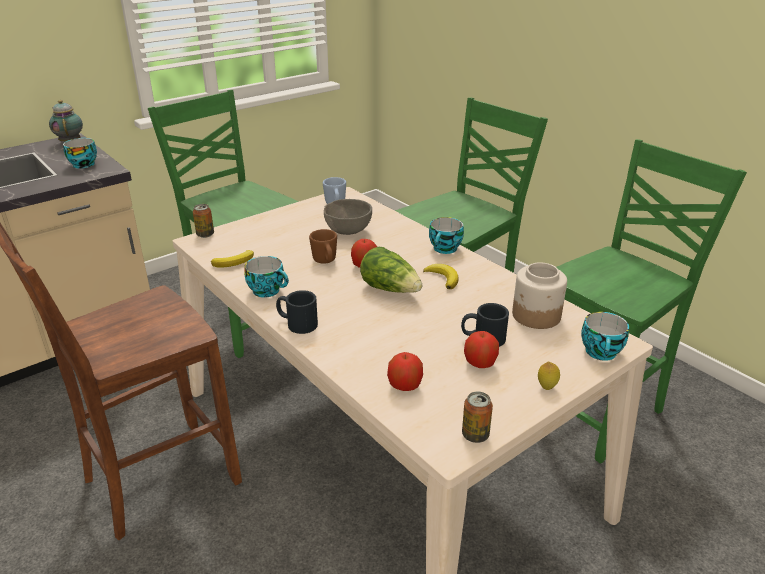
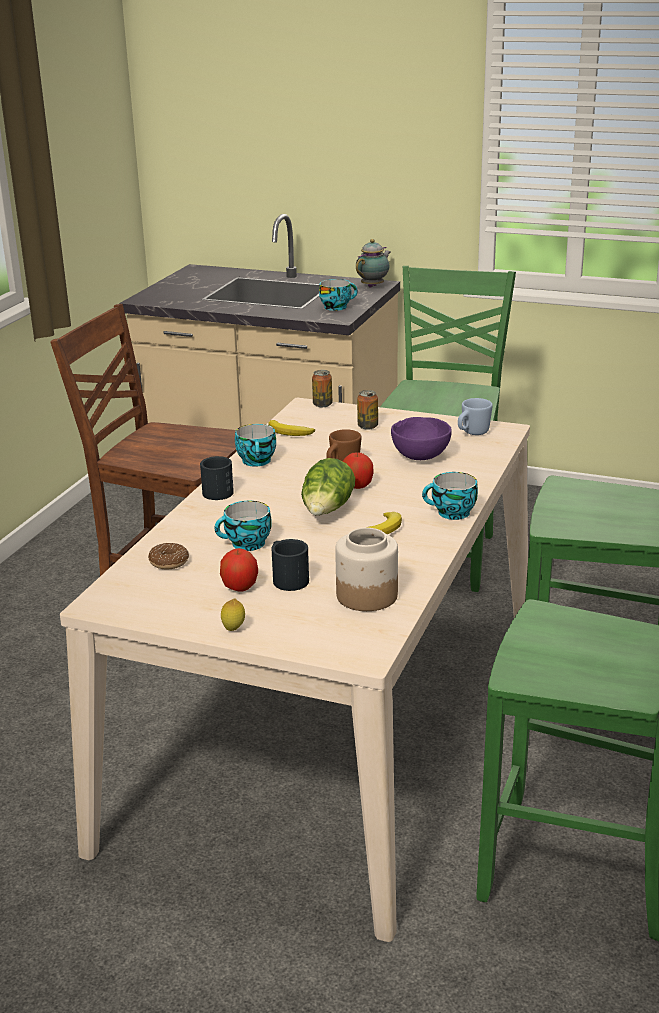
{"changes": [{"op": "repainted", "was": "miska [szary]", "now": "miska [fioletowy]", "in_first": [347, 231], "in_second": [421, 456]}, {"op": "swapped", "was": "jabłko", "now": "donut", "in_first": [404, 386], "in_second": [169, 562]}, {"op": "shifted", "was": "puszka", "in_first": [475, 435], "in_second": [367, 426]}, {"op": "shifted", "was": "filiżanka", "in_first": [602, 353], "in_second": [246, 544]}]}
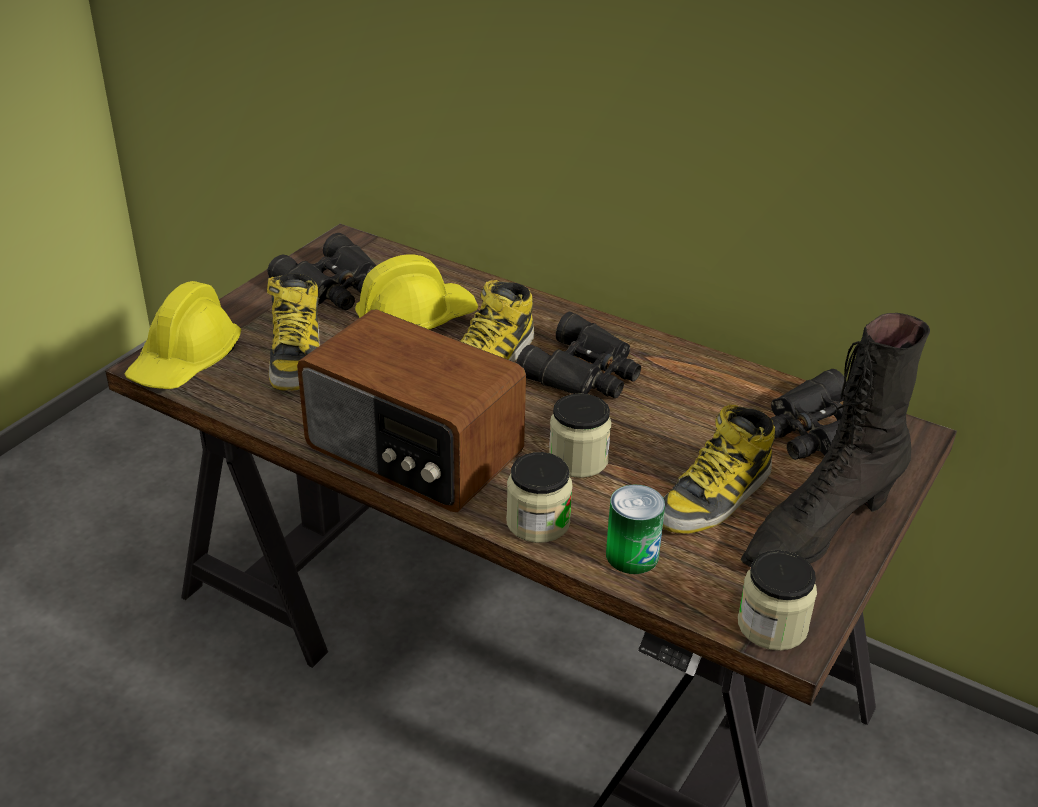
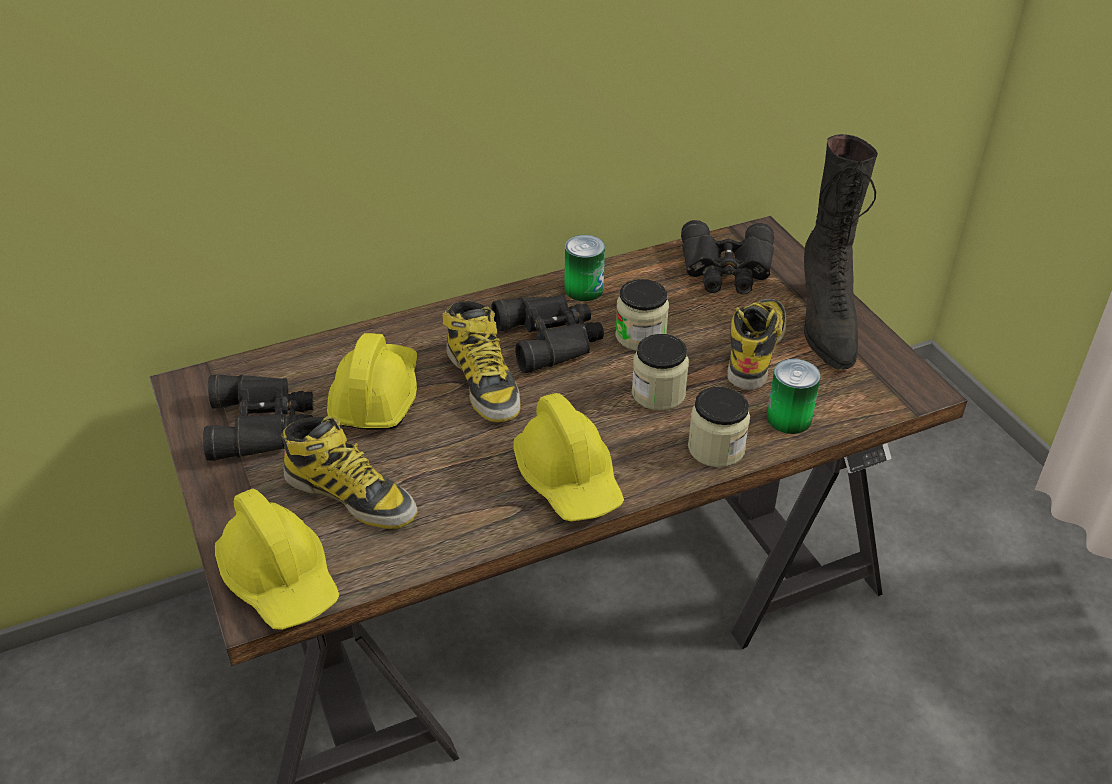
{"changes": [{"op": "swapped", "was": "radio", "now": "kask [żółty]", "in_first": [413, 452], "in_second": [569, 479]}, {"op": "rotated", "was": "but z cholewką", "in_first": [714, 497], "in_second": [755, 349], "clockwise": -150}, {"op": "shifted", "was": "słoik", "in_first": [772, 626], "in_second": [640, 336]}, {"op": "new", "now": "puszka", "in_second": [584, 289]}]}
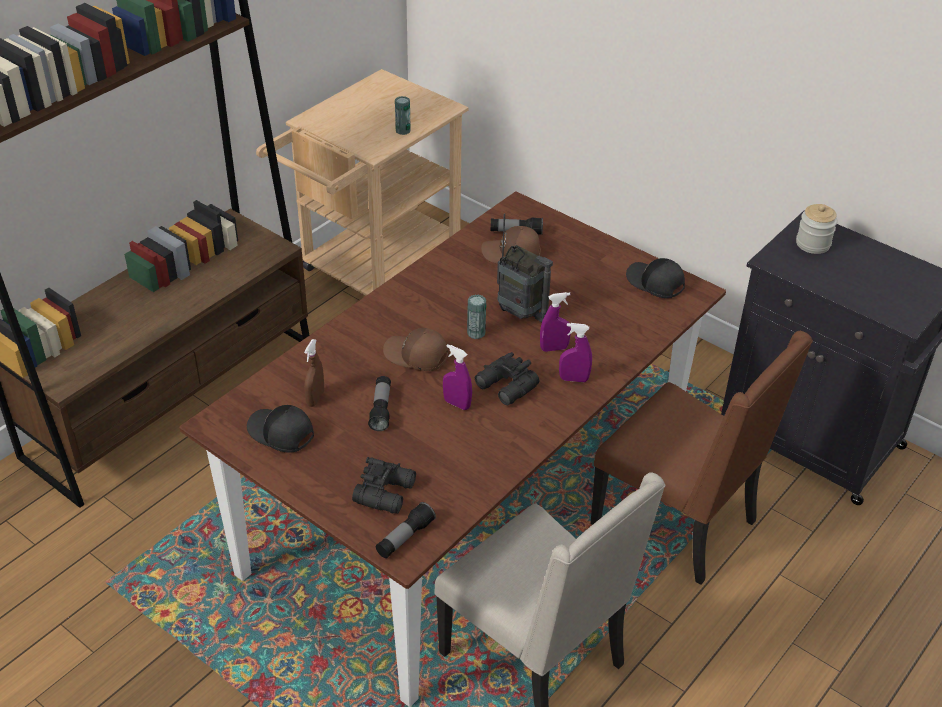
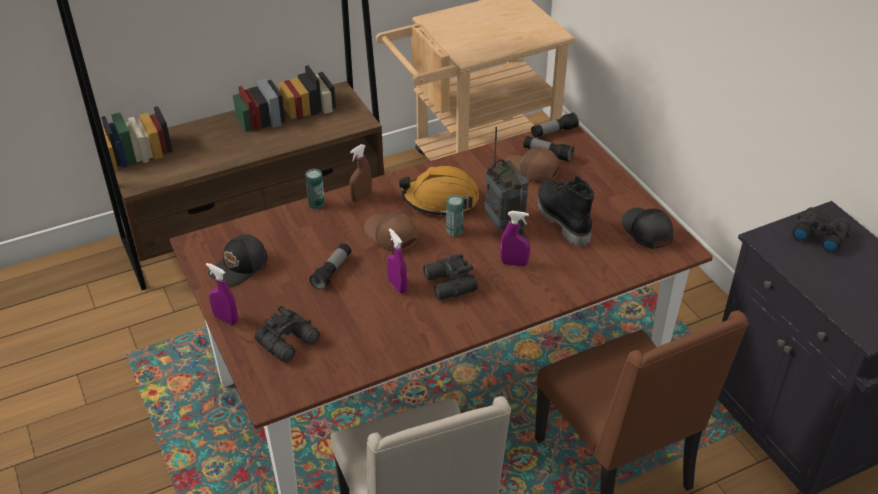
{"changes": [{"op": "rotated", "was": "czapka z daszkiem [czarny]", "in_first": [280, 434], "in_second": [240, 267], "clockwise": -105}, {"op": "shifted", "was": "spryskiwacz [brązowy]", "in_first": [315, 398], "in_second": [361, 197]}, {"op": "shifted", "was": "latarka", "in_first": [405, 538], "in_second": [553, 132]}, {"op": "shifted", "was": "puszka", "in_first": [403, 130], "in_second": [316, 204]}, {"op": "shifted", "was": "spryskiwacz [fioletowy]", "in_first": [574, 379], "in_second": [226, 319]}, {"op": "swapped", "was": "słoik", "now": "lornetka [czarny]", "in_first": [813, 244], "in_second": [818, 234]}, {"op": "new", "now": "kask [pomarańczowy]", "in_second": [440, 200]}, {"op": "new", "now": "but z cholewką [czarny]", "in_second": [561, 219]}]}
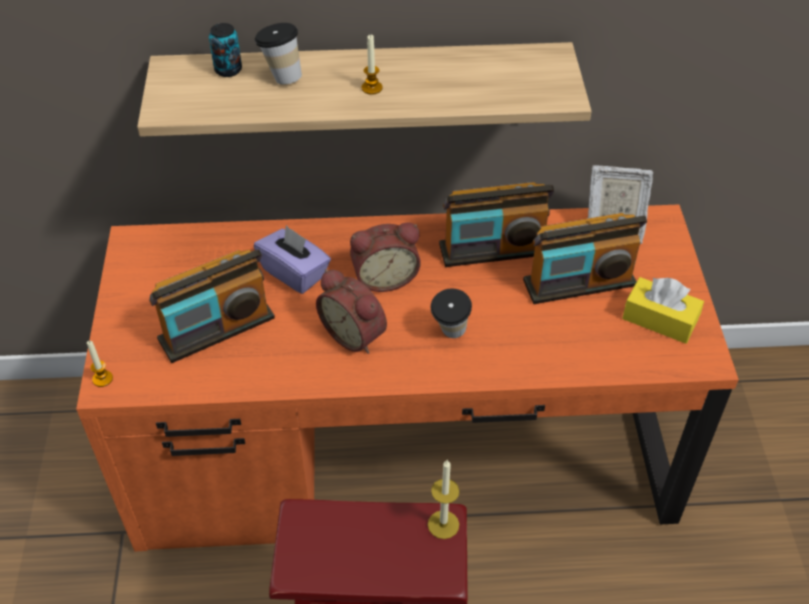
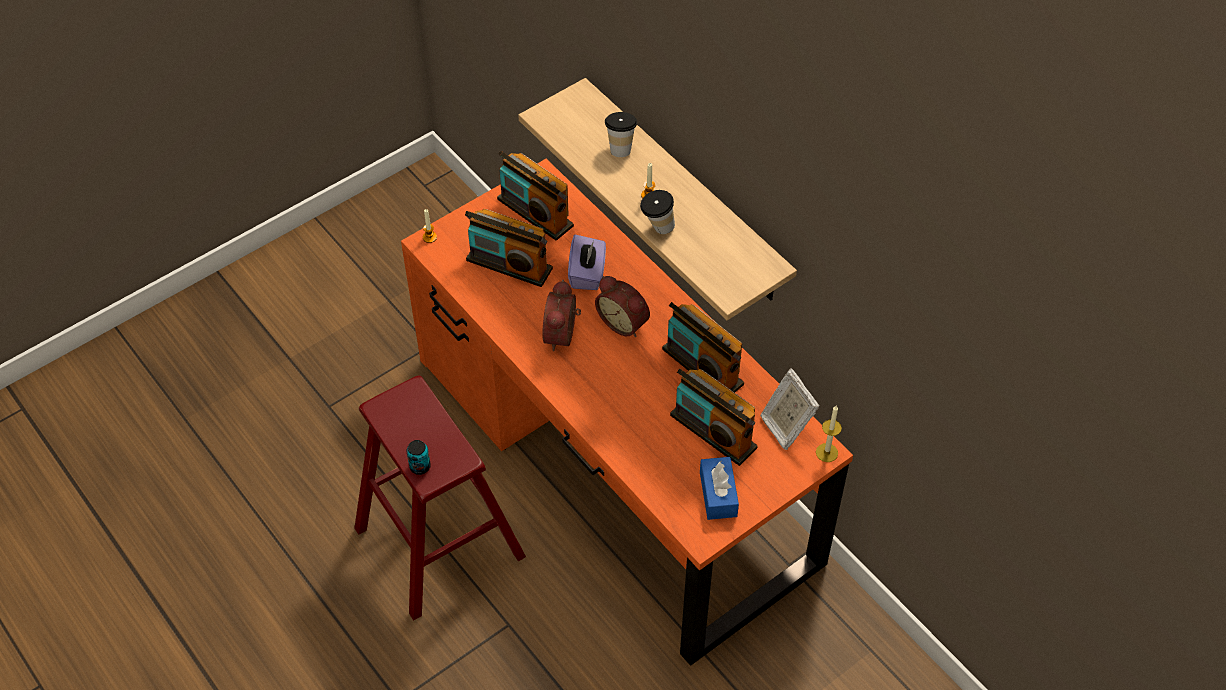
{"changes": [{"op": "shifted", "was": "puszka", "in_first": [228, 70], "in_second": [420, 466]}, {"op": "shifted", "was": "świeca", "in_first": [443, 524], "in_second": [826, 452]}, {"op": "shifted", "was": "filiżanka", "in_first": [450, 335], "in_second": [657, 228]}, {"op": "repainted", "was": "pudełko chusteczek [żółty]", "now": "pudełko chusteczek [niebieski]", "in_first": [659, 319], "in_second": [718, 494]}, {"op": "new", "now": "radio", "in_second": [535, 213]}]}
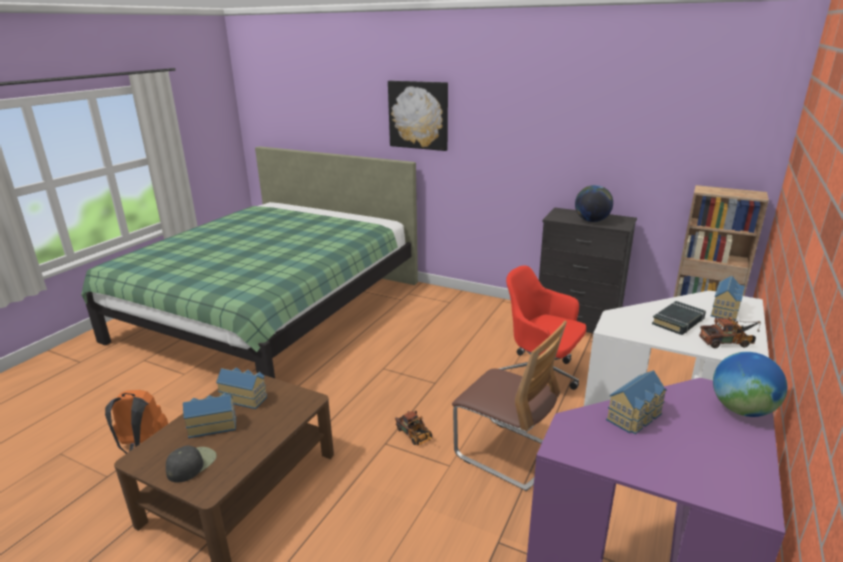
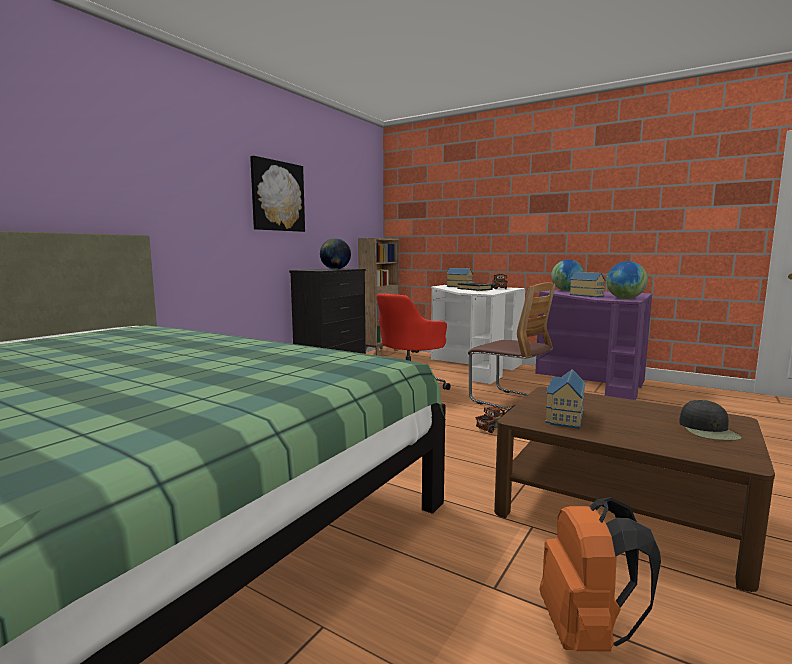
{"changes": [{"op": "rotated", "was": "czapka z daszkiem [czarny]", "in_first": [191, 464], "in_second": [708, 430], "clockwise": -120}, {"op": "gone", "was": "domek", "in_first": [212, 425]}, {"op": "shifted", "was": "obraz", "in_first": [418, 115], "in_second": [277, 196]}, {"op": "rotated", "was": "krzesło", "in_first": [506, 453], "in_second": [511, 401], "clockwise": 90}, {"op": "new", "now": "globus", "in_second": [624, 298]}]}
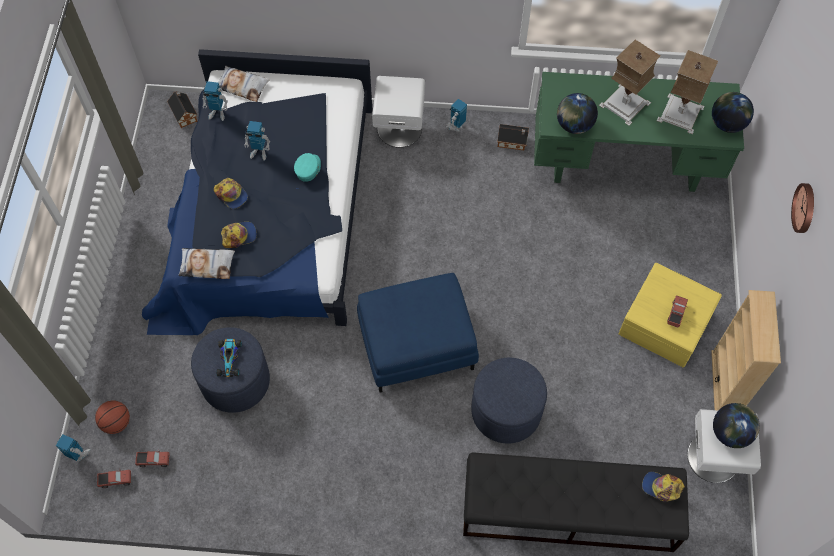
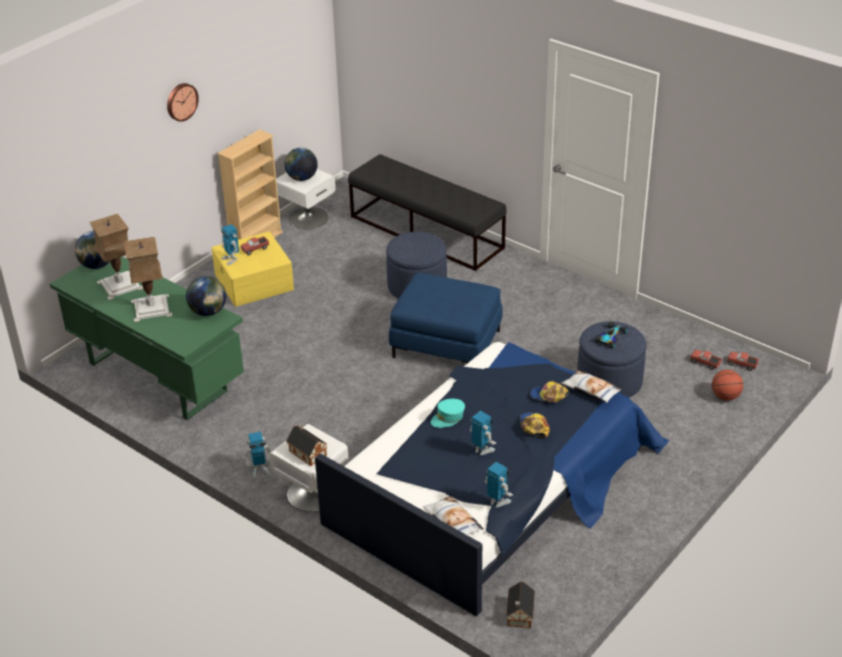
{"changes": [{"op": "shifted", "was": "robot zabawkowy", "in_first": [79, 454], "in_second": [231, 259]}, {"op": "shifted", "was": "domek", "in_first": [513, 141], "in_second": [307, 452]}, {"op": "gone", "was": "czapka z daszkiem", "in_first": [661, 487]}]}
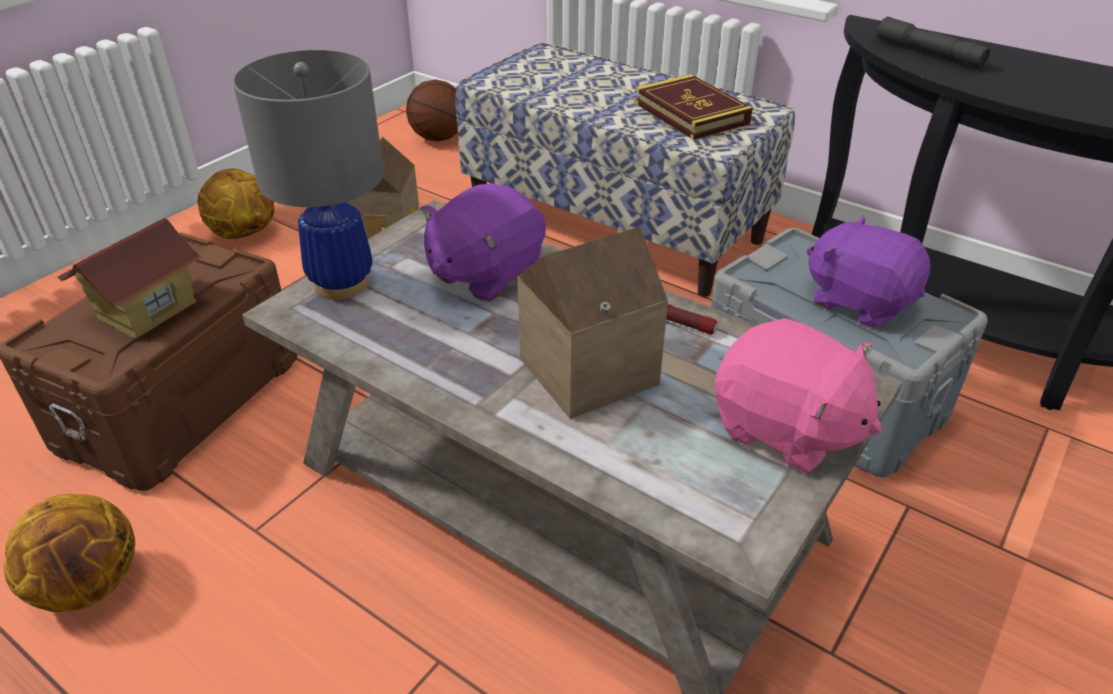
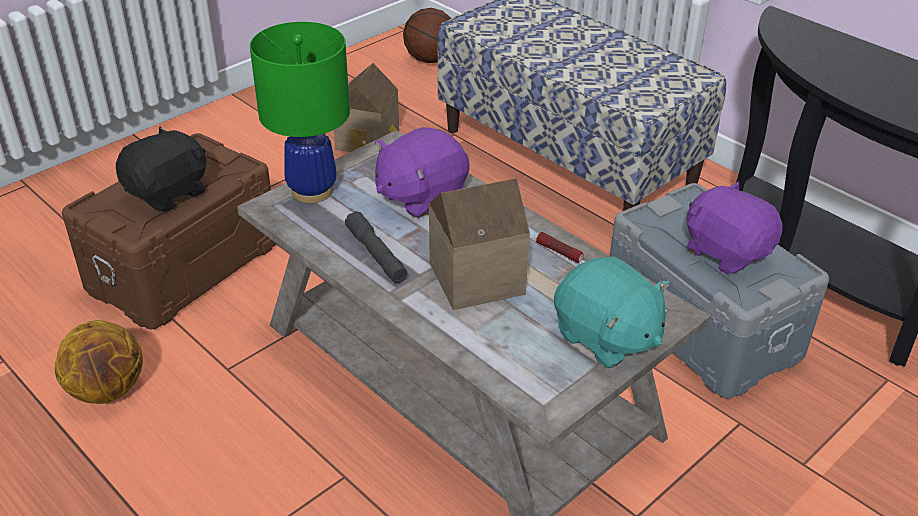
{"changes": [{"op": "swapped", "was": "domek", "now": "pluszak [czarny]", "in_first": [147, 310], "in_second": [168, 193]}, {"op": "gone", "was": "piłka do koszykówki", "in_first": [243, 234]}, {"op": "repainted", "was": "lampa stołowa [szary]", "now": "lampa stołowa [zielony]", "in_first": [341, 284], "in_second": [311, 191]}, {"op": "gone", "was": "książka", "in_first": [691, 113]}, {"op": "repainted", "was": "pluszak [różowy]", "now": "pluszak [turkusowy]", "in_first": [785, 429], "in_second": [606, 337]}, {"op": "shifted", "was": "latarka [szary]", "in_first": [929, 53], "in_second": [376, 254]}]}
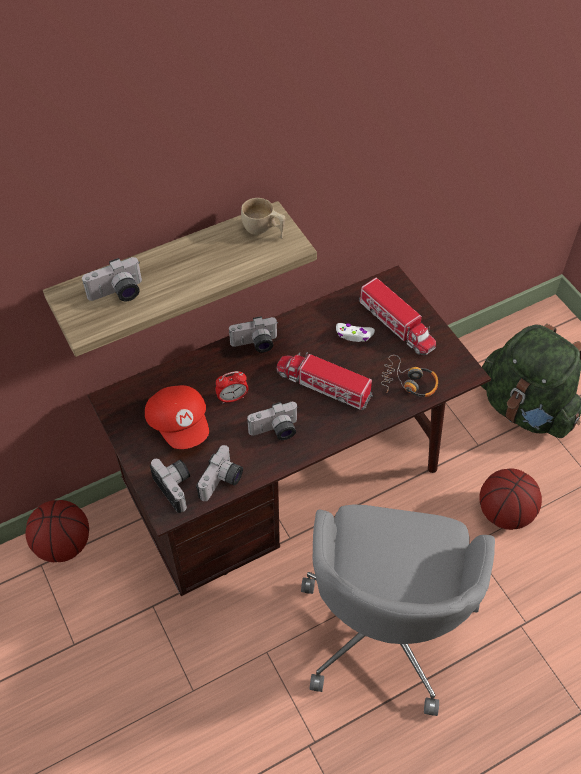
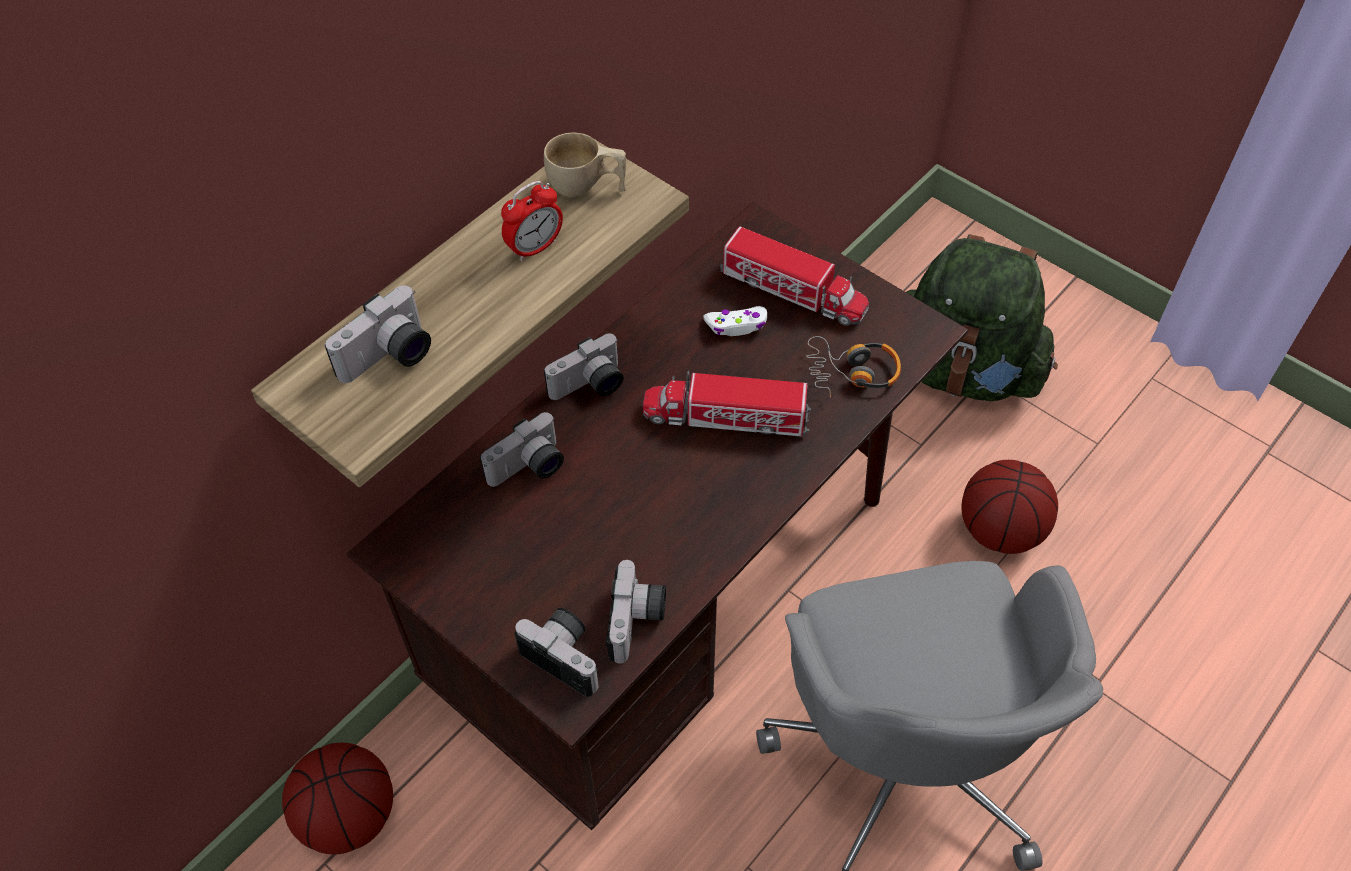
{"changes": [{"op": "gone", "was": "czapka z daszkiem [czerwony]", "in_first": [180, 424]}, {"op": "shifted", "was": "budzik", "in_first": [232, 398], "in_second": [535, 247]}, {"op": "shifted", "was": "aparat fotograficzny", "in_first": [275, 431], "in_second": [529, 468]}]}
